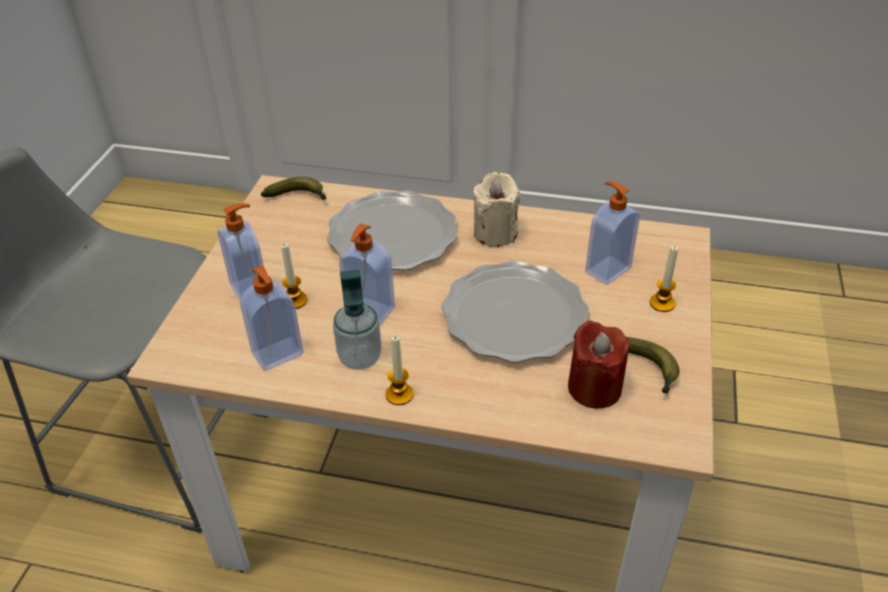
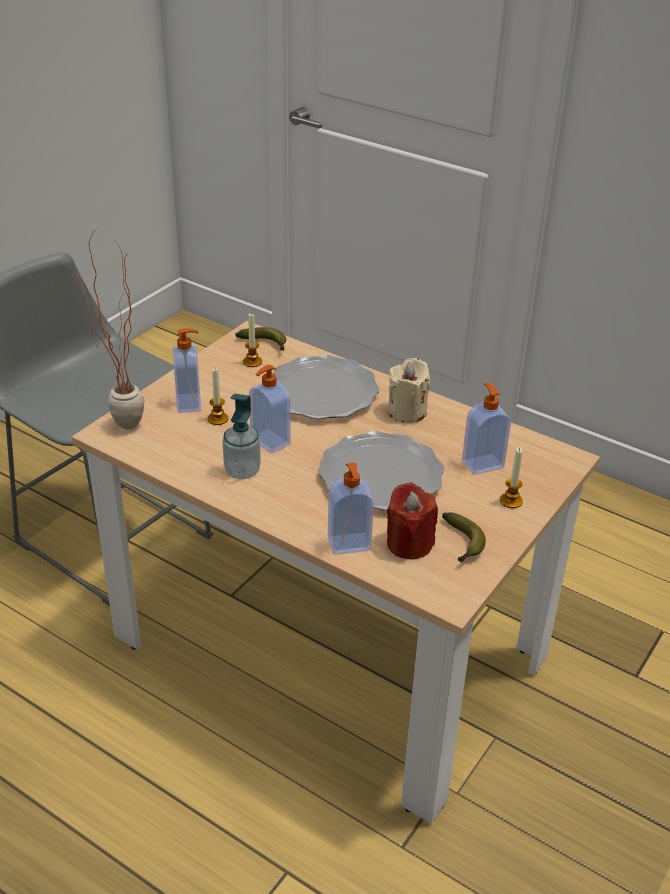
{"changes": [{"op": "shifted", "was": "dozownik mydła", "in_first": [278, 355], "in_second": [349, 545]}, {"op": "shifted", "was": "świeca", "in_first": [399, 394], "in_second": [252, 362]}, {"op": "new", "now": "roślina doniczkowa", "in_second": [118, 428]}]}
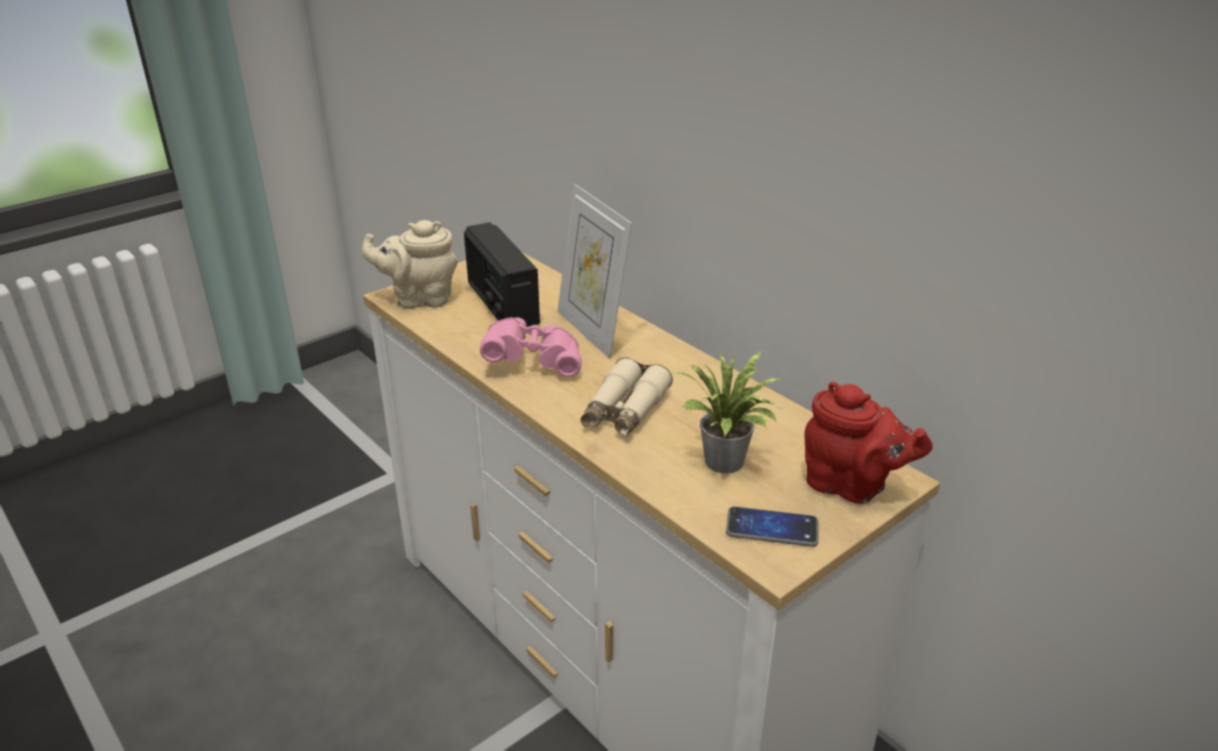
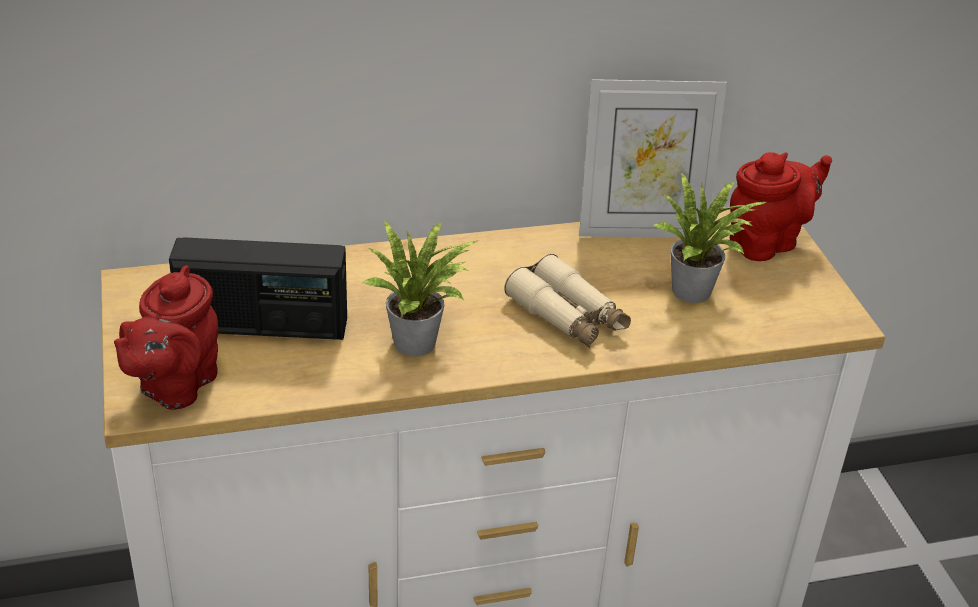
{"changes": [{"op": "repainted", "was": "imbryk [beżowy]", "now": "imbryk [czerwony]", "in_first": [419, 299], "in_second": [174, 386]}, {"op": "swapped", "was": "lornetka [różowy]", "now": "roślina doniczkowa", "in_first": [534, 361], "in_second": [420, 343]}, {"op": "shifted", "was": "ramka na zdjęcie", "in_first": [592, 331], "in_second": [641, 229]}, {"op": "gone", "was": "telefon", "in_first": [772, 528]}]}
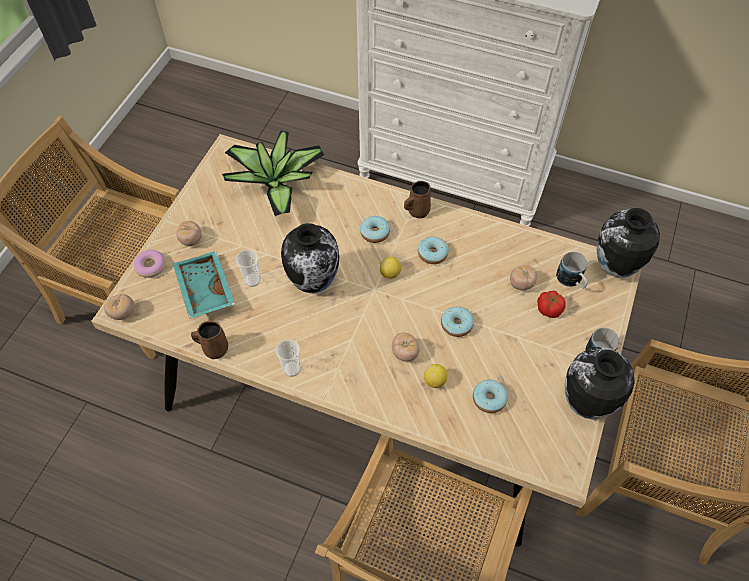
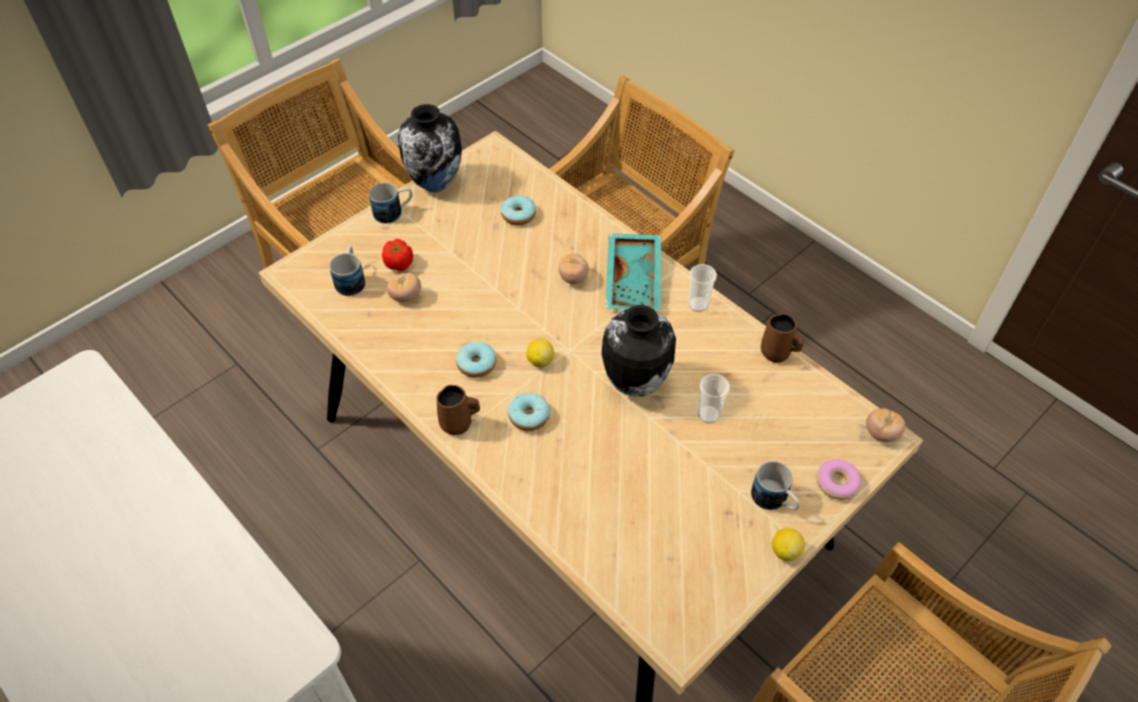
{"changes": [{"op": "shifted", "was": "taca [turkusowy]", "in_first": [203, 290], "in_second": [635, 280]}, {"op": "swapped", "was": "pomidor", "now": "kubek", "in_first": [191, 240], "in_second": [774, 501]}, {"op": "gone", "was": "roślina doniczkowa", "in_first": [276, 183]}, {"op": "shifted", "was": "cytryna", "in_first": [435, 381], "in_second": [785, 551]}, {"op": "gone", "was": "donut", "in_first": [456, 324]}, {"op": "gone", "was": "wazon", "in_first": [614, 267]}]}
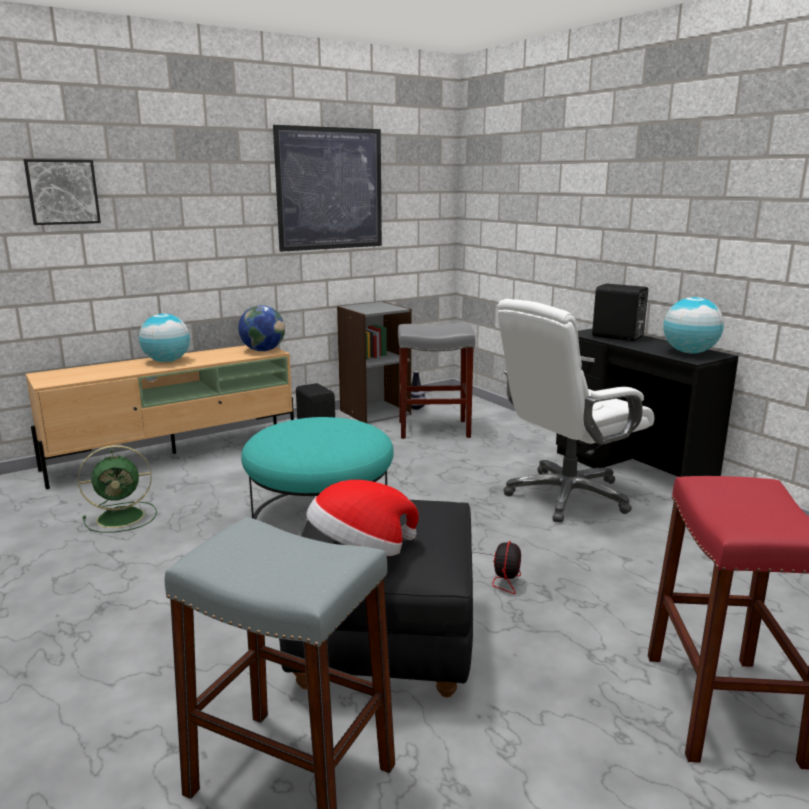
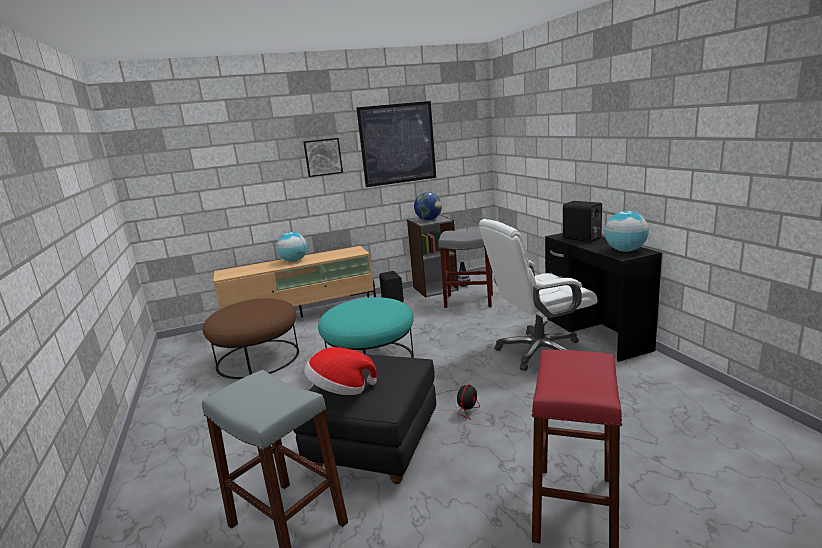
{"changes": [{"op": "shifted", "was": "obraz", "in_first": [62, 192], "in_second": [323, 157]}, {"op": "swapped", "was": "wentylator [zielony]", "now": "pufa [brązowy]", "in_first": [123, 517], "in_second": [258, 358]}, {"op": "shifted", "was": "globus", "in_first": [263, 350], "in_second": [428, 219]}]}
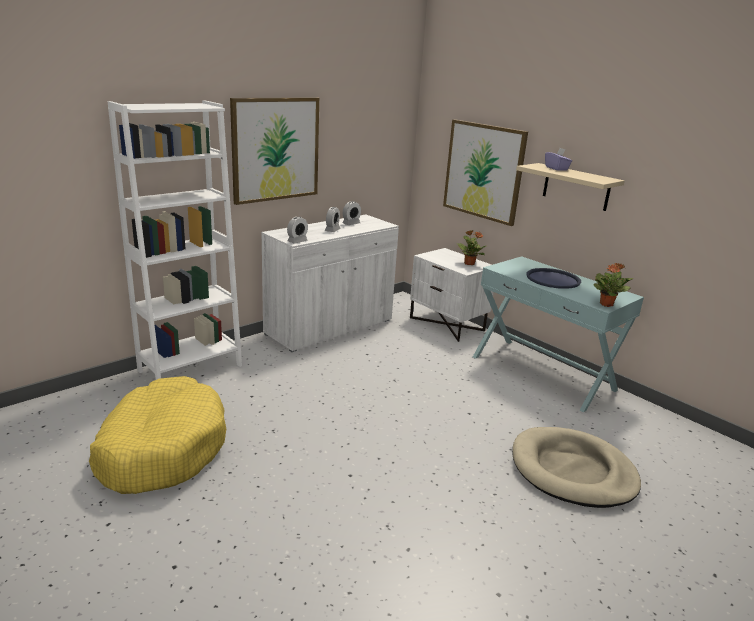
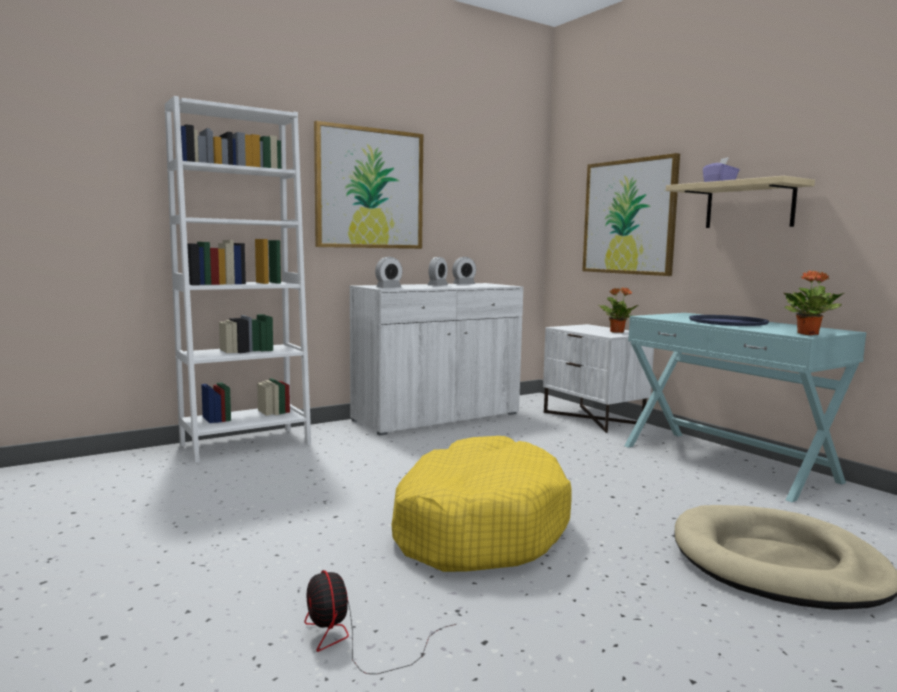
{"changes": [{"op": "shifted", "was": "legowisko [żółty]", "in_first": [161, 448], "in_second": [477, 527]}, {"op": "new", "now": "wentylator", "in_second": [353, 641]}]}
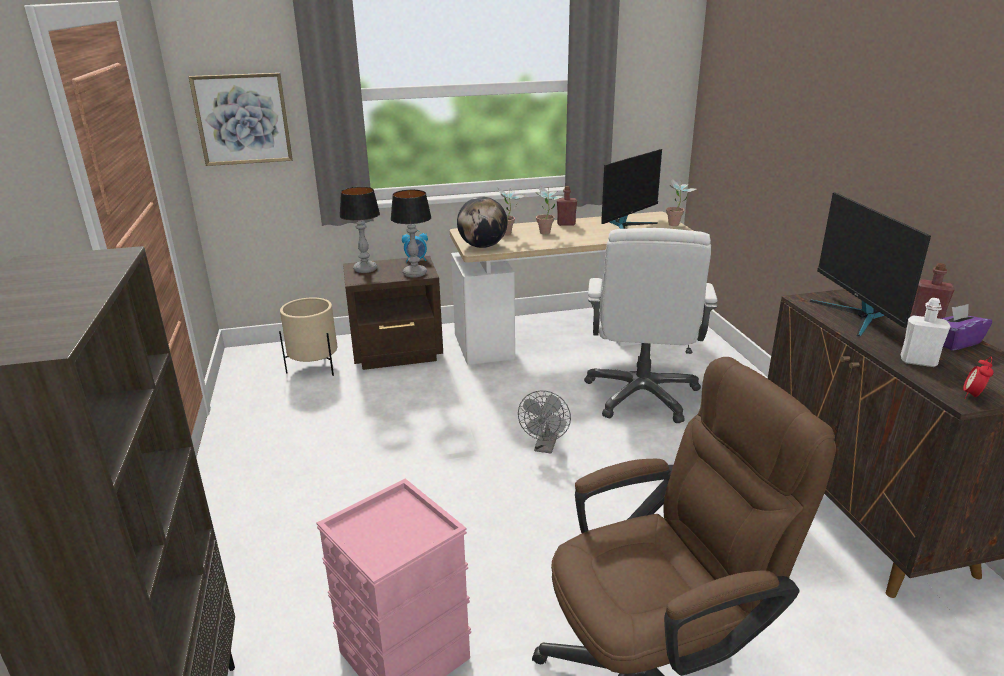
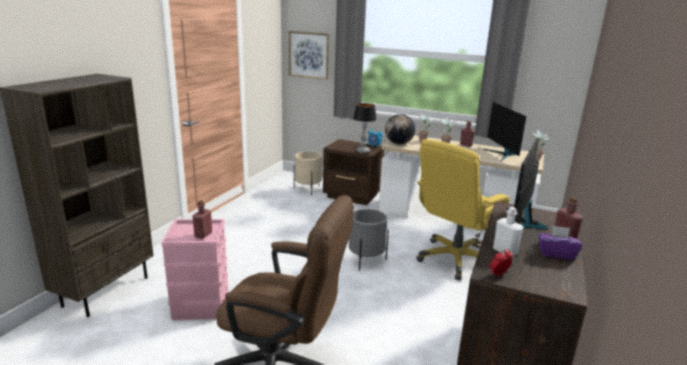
{"changes": [{"op": "gone", "was": "lampa stołowa", "in_first": [365, 269]}, {"op": "swapped", "was": "wentylator [szary]", "now": "donica [szary]", "in_first": [545, 447], "in_second": [366, 260]}, {"op": "repainted", "was": "krzesło biurowe [biały]", "now": "krzesło biurowe [żółty]", "in_first": [642, 395], "in_second": [455, 259]}, {"op": "rotated", "was": "monitor", "in_first": [627, 226], "in_second": [502, 154], "clockwise": 90}, {"op": "new", "now": "butelka [czerwony]", "in_second": [203, 235]}]}
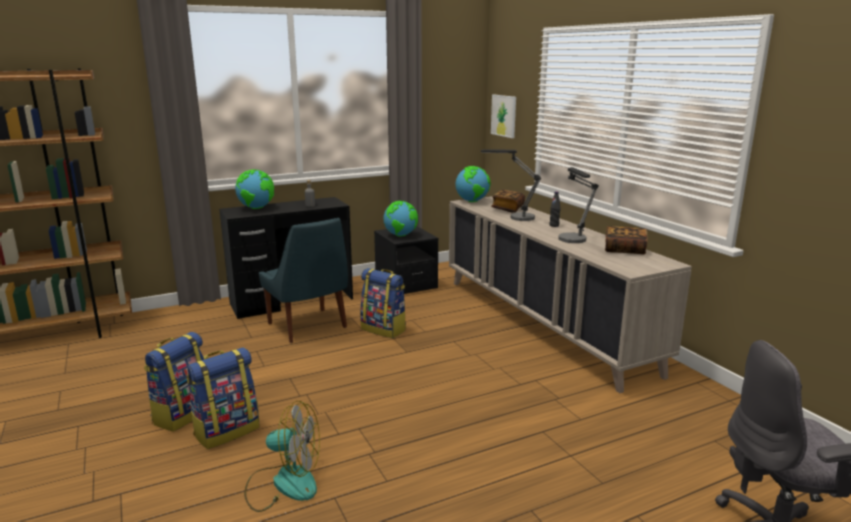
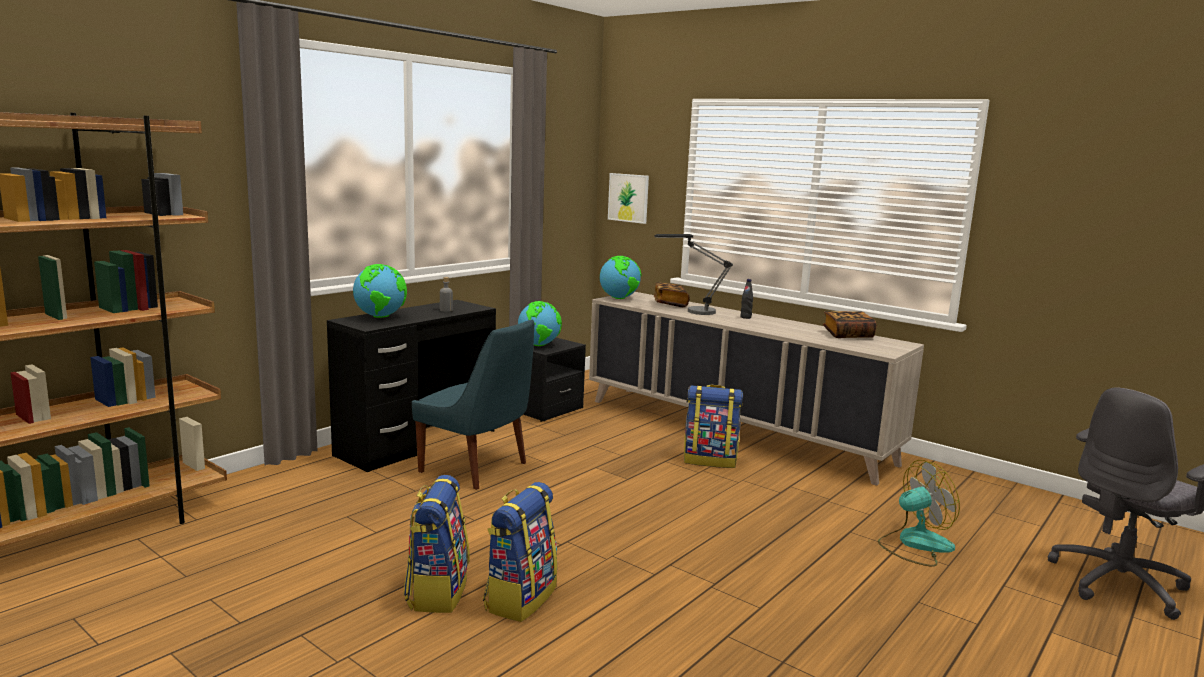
{"changes": [{"op": "shifted", "was": "wentylator", "in_first": [283, 483], "in_second": [915, 544]}, {"op": "shifted", "was": "plecak", "in_first": [384, 329], "in_second": [710, 460]}, {"op": "gone", "was": "lampa stołowa", "in_first": [574, 241]}]}
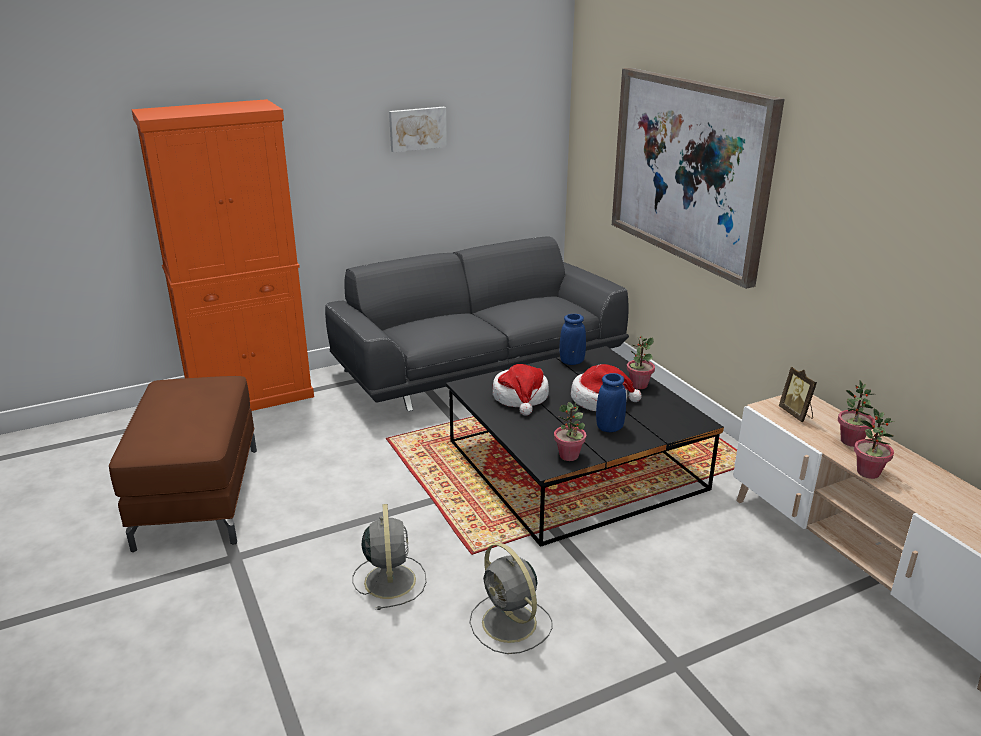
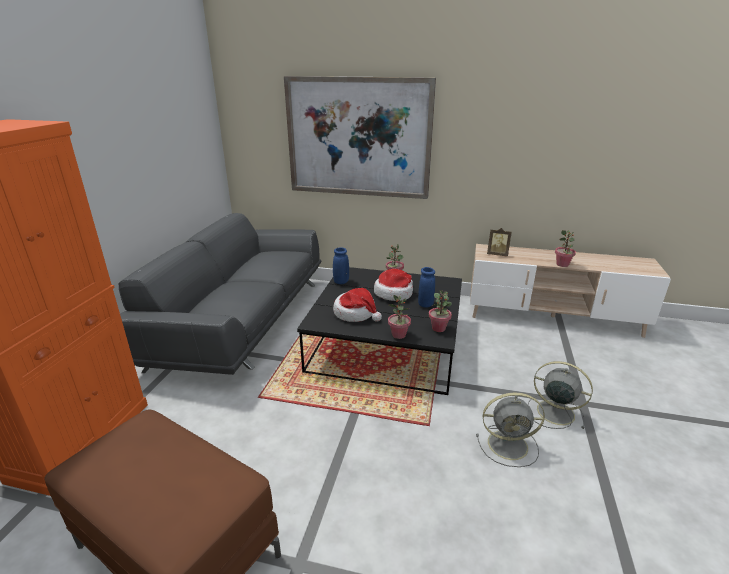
{"changes": [{"op": "shifted", "was": "wentylator [szary]", "in_first": [390, 579], "in_second": [553, 412]}, {"op": "gone", "was": "obraz", "in_first": [417, 128]}, {"op": "shifted", "was": "roślina doniczkowa", "in_first": [851, 441], "in_second": [398, 335]}]}
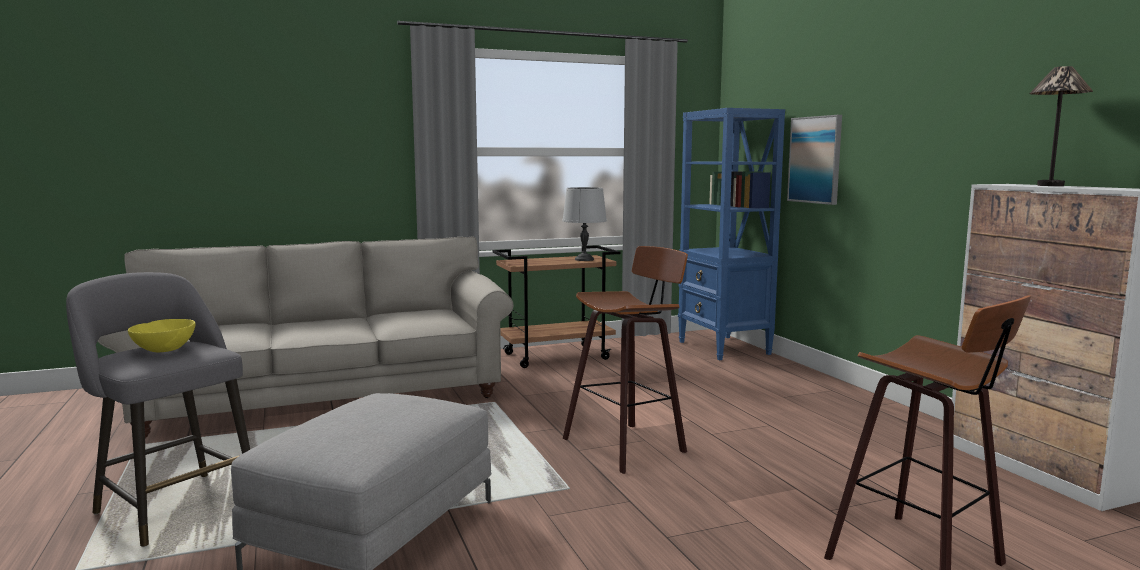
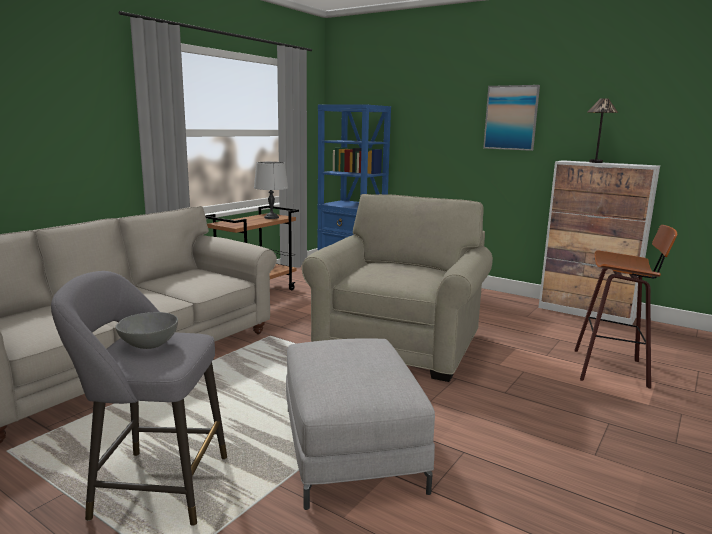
{"changes": [{"op": "repainted", "was": "miska [żółty]", "now": "miska [szary]", "in_first": [164, 349], "in_second": [149, 344]}, {"op": "swapped", "was": "stołek", "now": "fotel [beżowy]", "in_first": [627, 445], "in_second": [400, 345]}, {"op": "shifted", "was": "obraz", "in_first": [815, 159], "in_second": [511, 117]}]}
